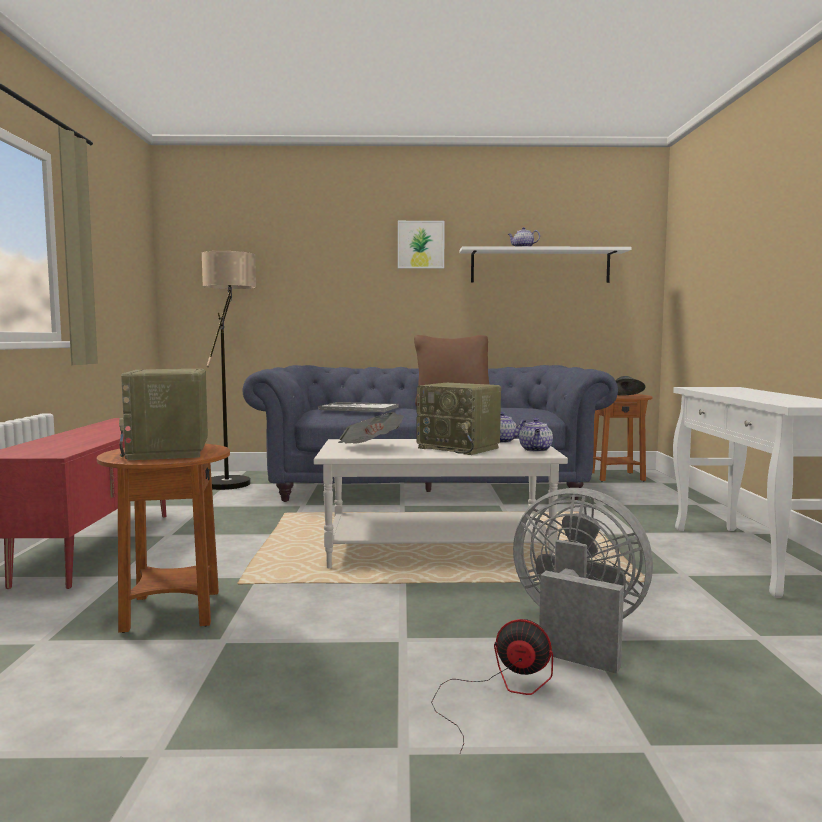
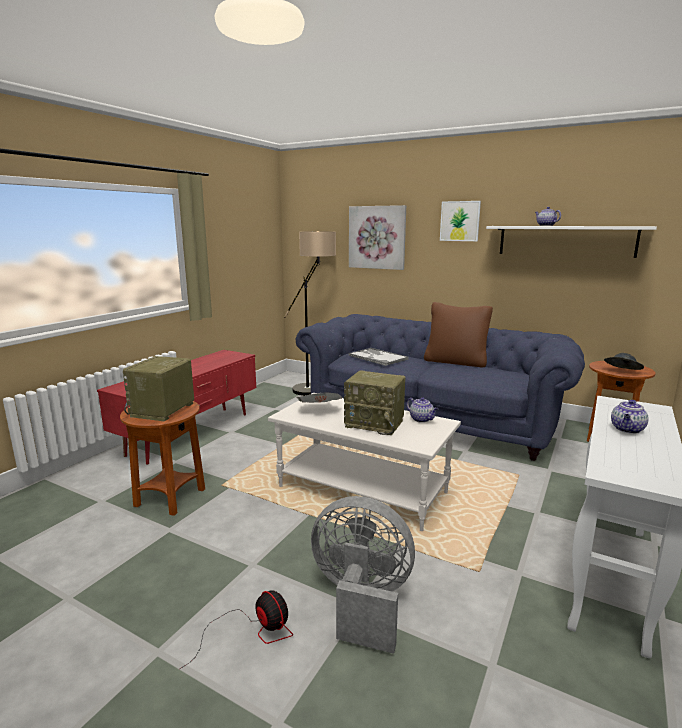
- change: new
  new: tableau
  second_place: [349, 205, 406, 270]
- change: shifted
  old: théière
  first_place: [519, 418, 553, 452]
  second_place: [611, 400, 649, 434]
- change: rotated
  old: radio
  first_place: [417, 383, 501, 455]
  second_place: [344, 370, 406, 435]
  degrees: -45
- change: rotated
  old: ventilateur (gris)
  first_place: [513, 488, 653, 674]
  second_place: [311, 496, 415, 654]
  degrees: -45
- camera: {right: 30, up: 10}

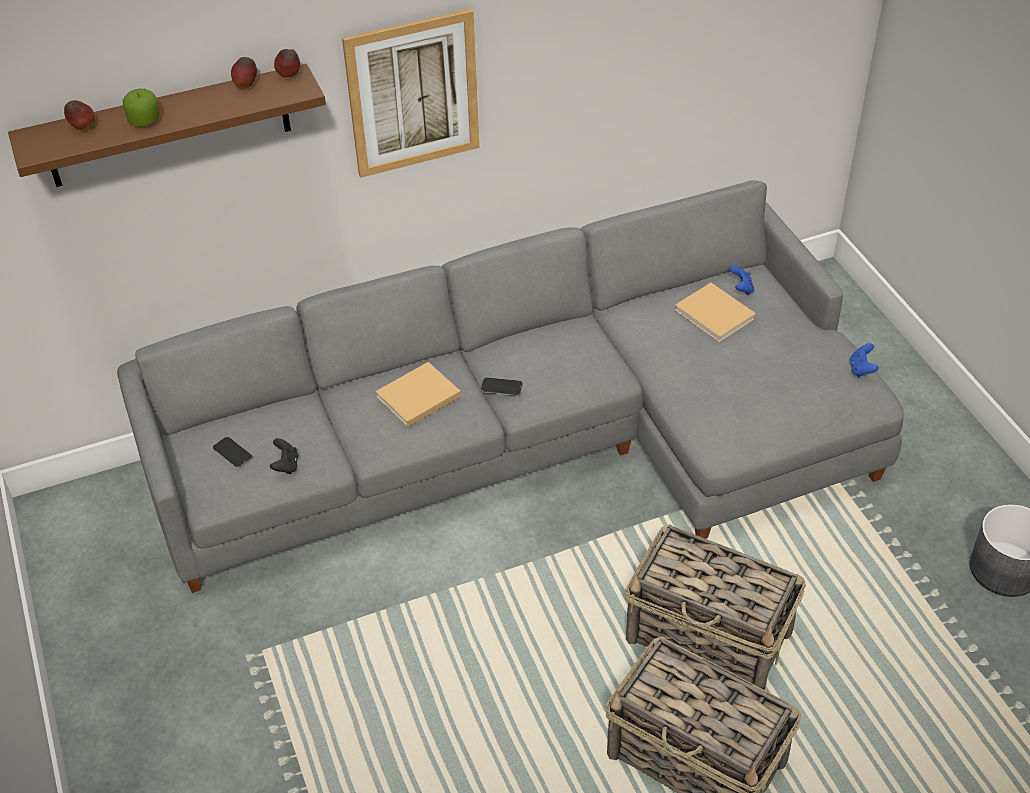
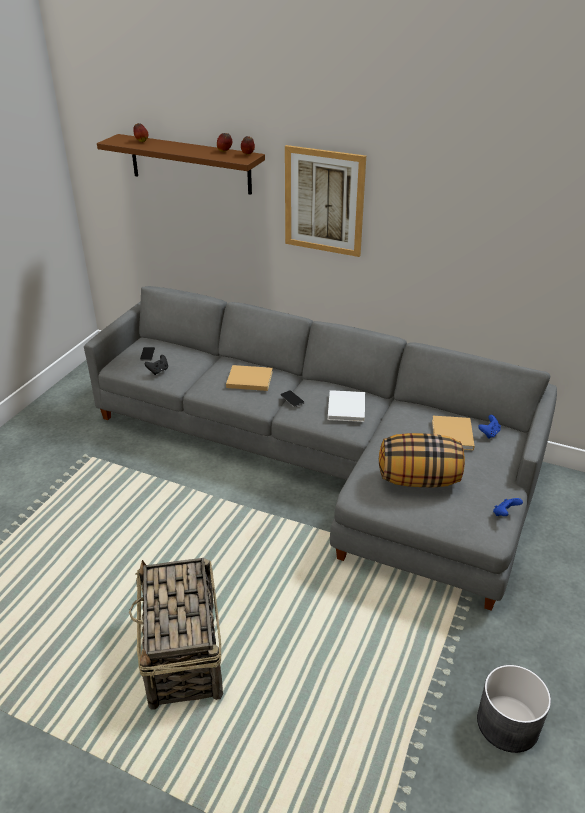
- change: gone
  old: pomme
  first_place: [123, 88, 160, 127]
- change: gone
  old: panier
  first_place: [625, 524, 806, 690]
- change: new
  new: livre (blanc)
  second_place: [328, 390, 365, 422]
- change: new
  new: coussin
  second_place: [379, 433, 465, 487]
- camera: {right: 45, up: -10}

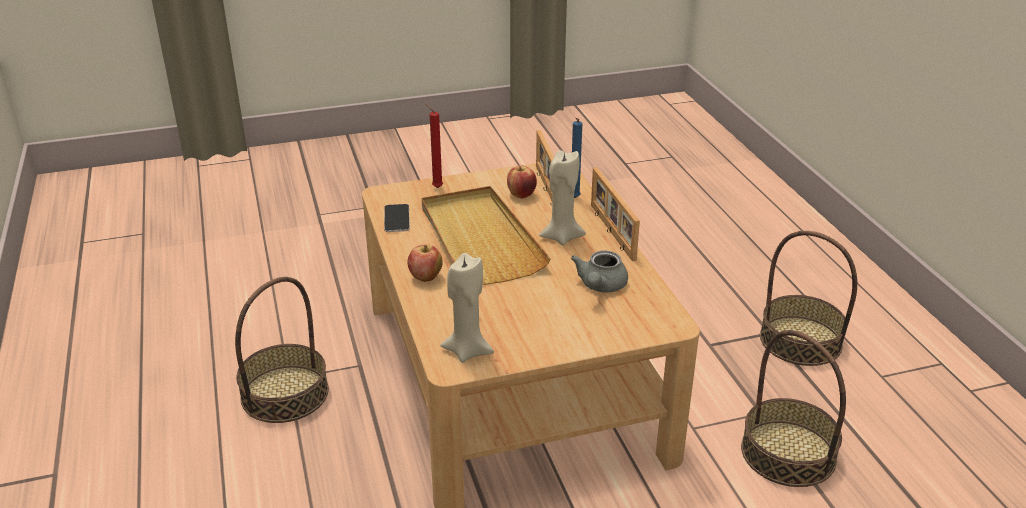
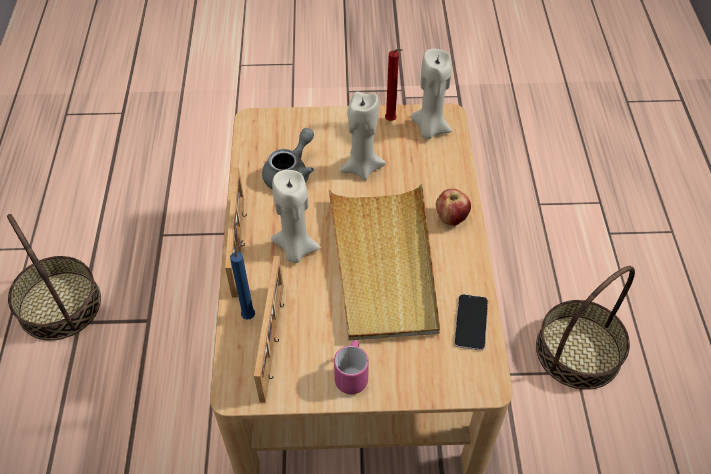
- change: gone
  old: pomme
  first_place: [507, 165, 537, 199]
- change: gone
  old: panier
  first_place: [741, 330, 846, 487]
- change: new
  new: mug (rose)
  second_place: [334, 340, 369, 395]
- change: new
  new: bougie (beige)
  second_place: [340, 92, 386, 180]
- change: shifted
  old: bougie (rouge)
  first_place: [425, 103, 443, 188]
  second_place: [385, 49, 403, 121]
- camera: {right: -165, up: 20}

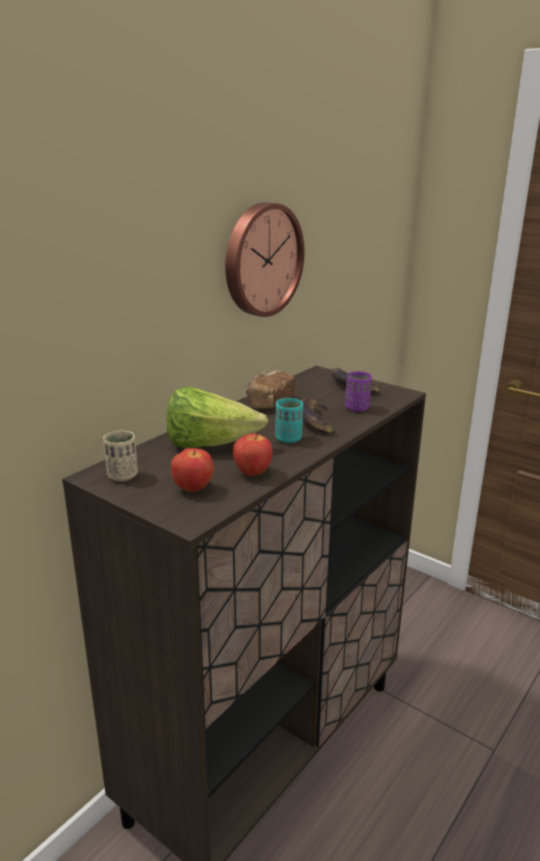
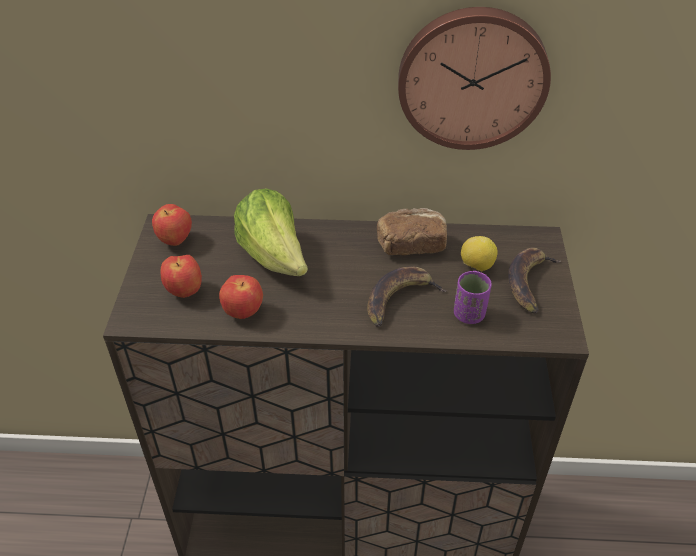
- change: gone
  old: tasse (turquoise)
  first_place: [275, 398, 303, 443]
- change: new
  new: citron
  second_place: [461, 236, 498, 271]
- change: swapped
  old: tasse (beige)
  new: pomme
  first_place: [103, 431, 138, 481]
  second_place: [152, 204, 192, 246]
- camera: {right: 55, up: 20}

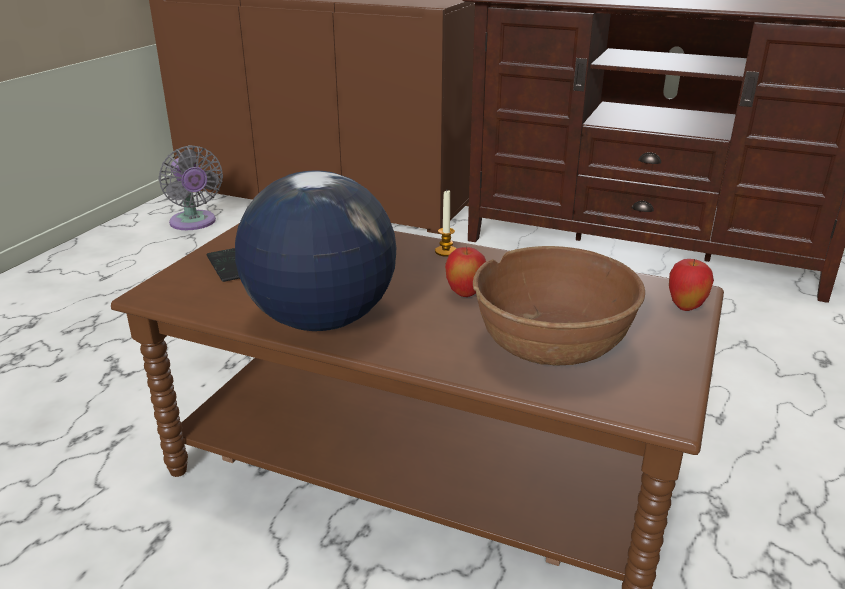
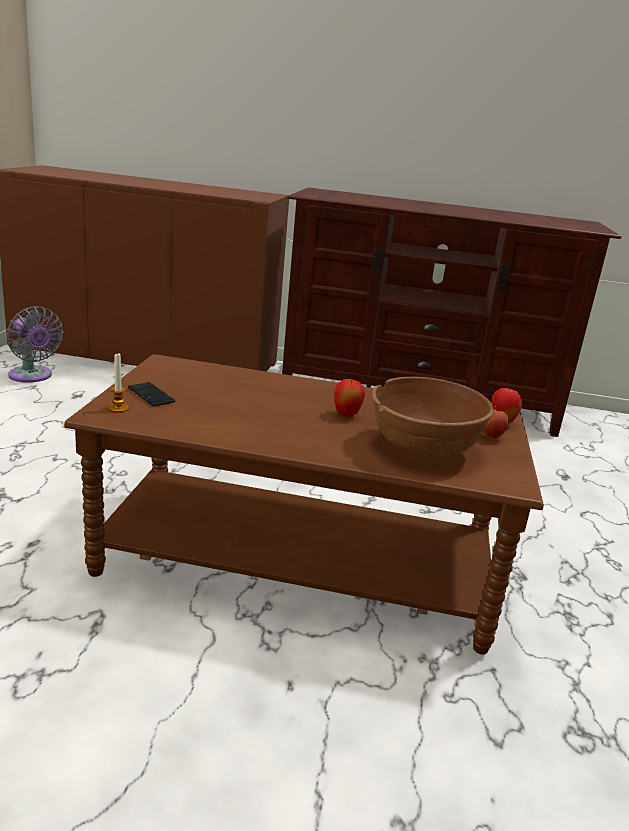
- change: gone
  old: globe
  first_place: [235, 171, 396, 331]
- change: new
  new: pomme
  second_place: [482, 406, 509, 439]
- change: shifted
  old: bougie
  first_place: [435, 191, 456, 257]
  second_place: [108, 352, 129, 413]
- camera: {right: -15, up: -5}

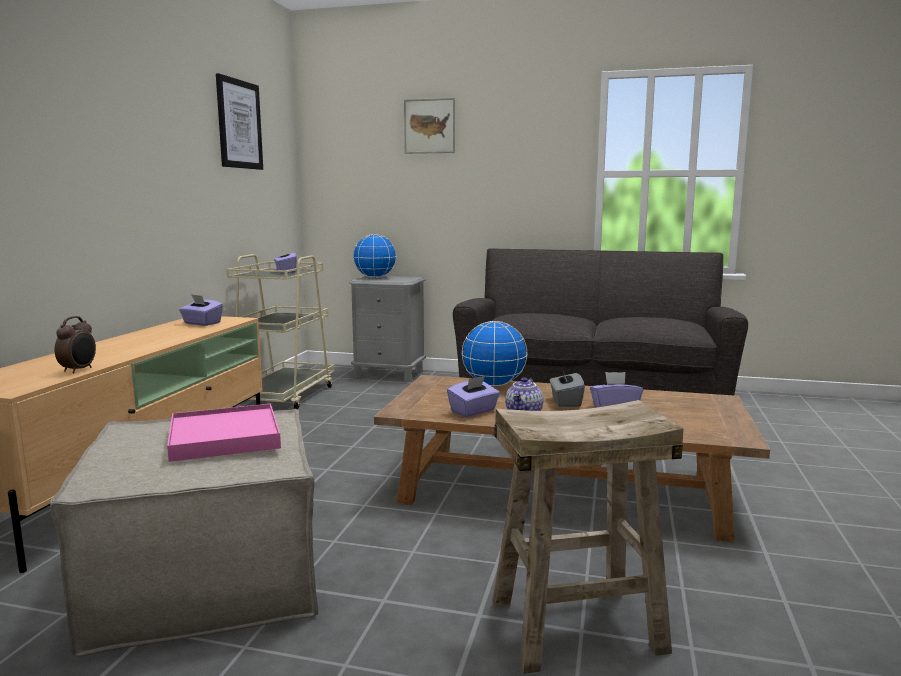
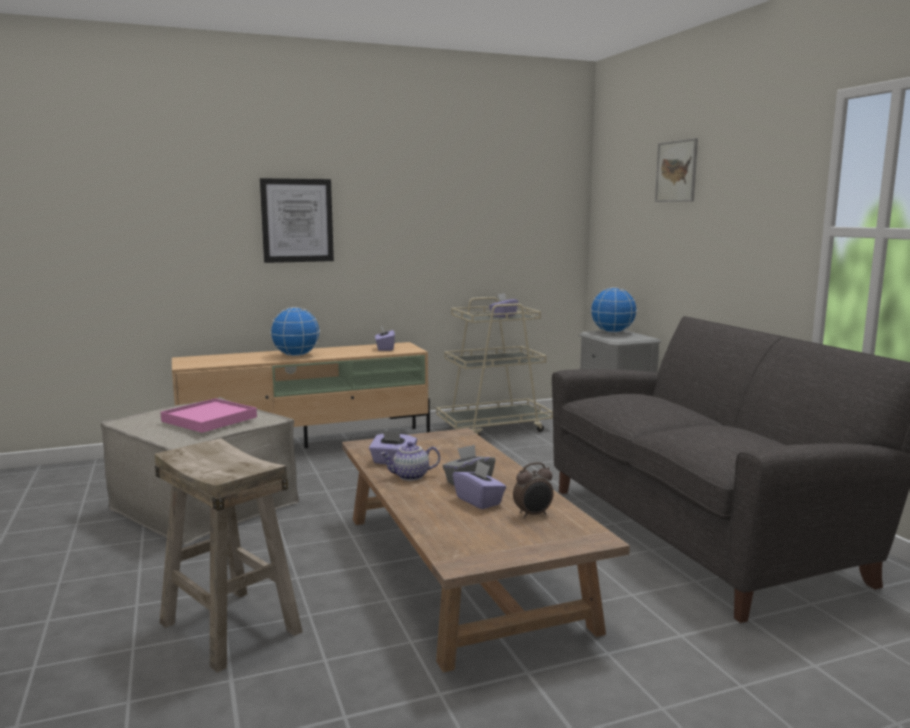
- change: shifted
  old: réveil
  first_place: [54, 316, 96, 373]
  second_place: [513, 462, 553, 518]
- change: shifted
  old: tableau
  first_place: [216, 73, 263, 170]
  second_place: [260, 178, 334, 263]
- change: shifted
  old: globe
  first_place: [462, 321, 527, 386]
  second_place: [270, 307, 320, 356]
- camera: {right: 55, up: 0}

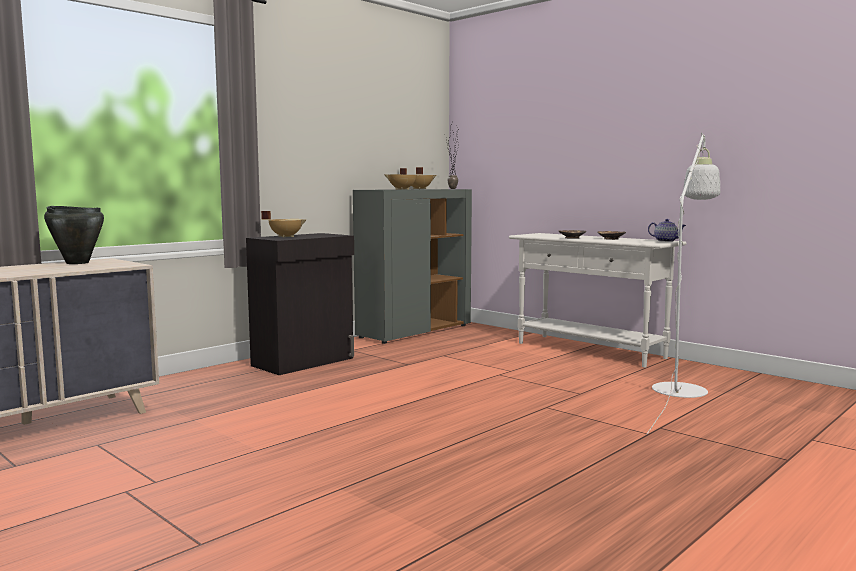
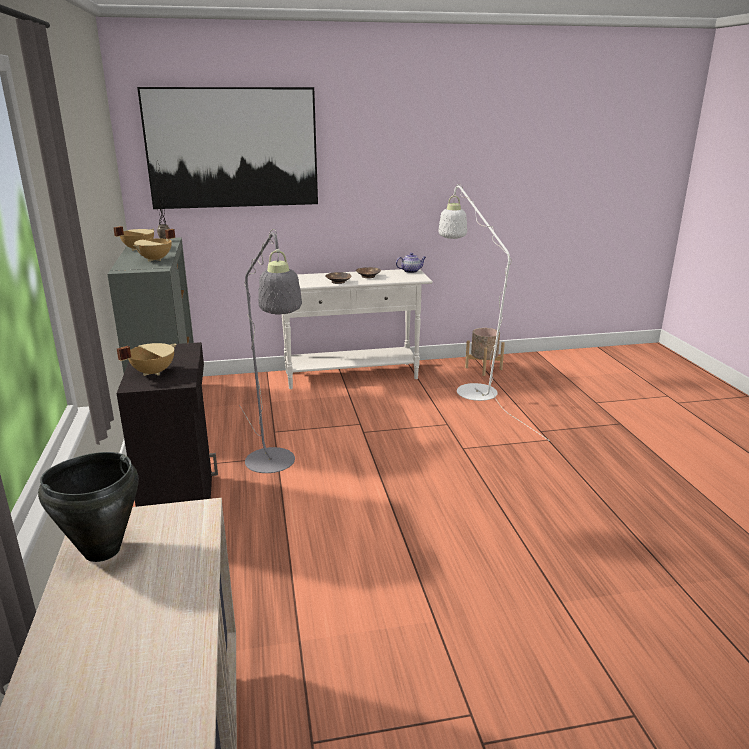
- change: new
  new: tableau
  second_place: [137, 87, 318, 209]
- change: new
  new: lampadaire (gris)
  second_place: [239, 229, 302, 473]
- change: new
  new: cache-pot (beige)
  second_place: [465, 328, 505, 376]
- camera: {right: -55, up: 15}

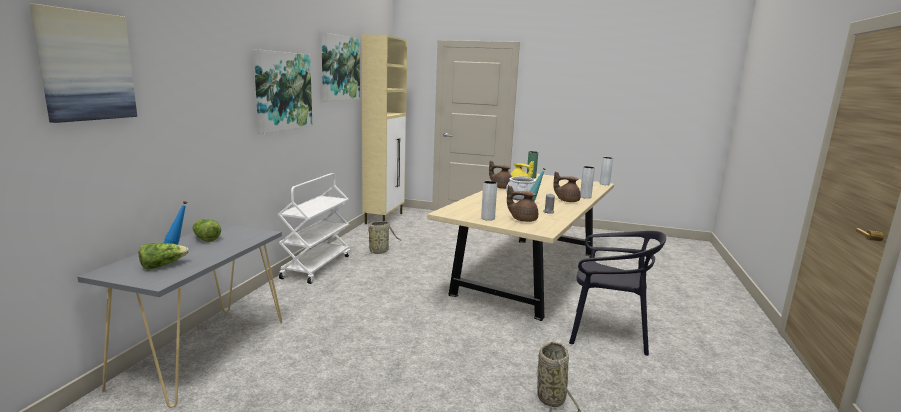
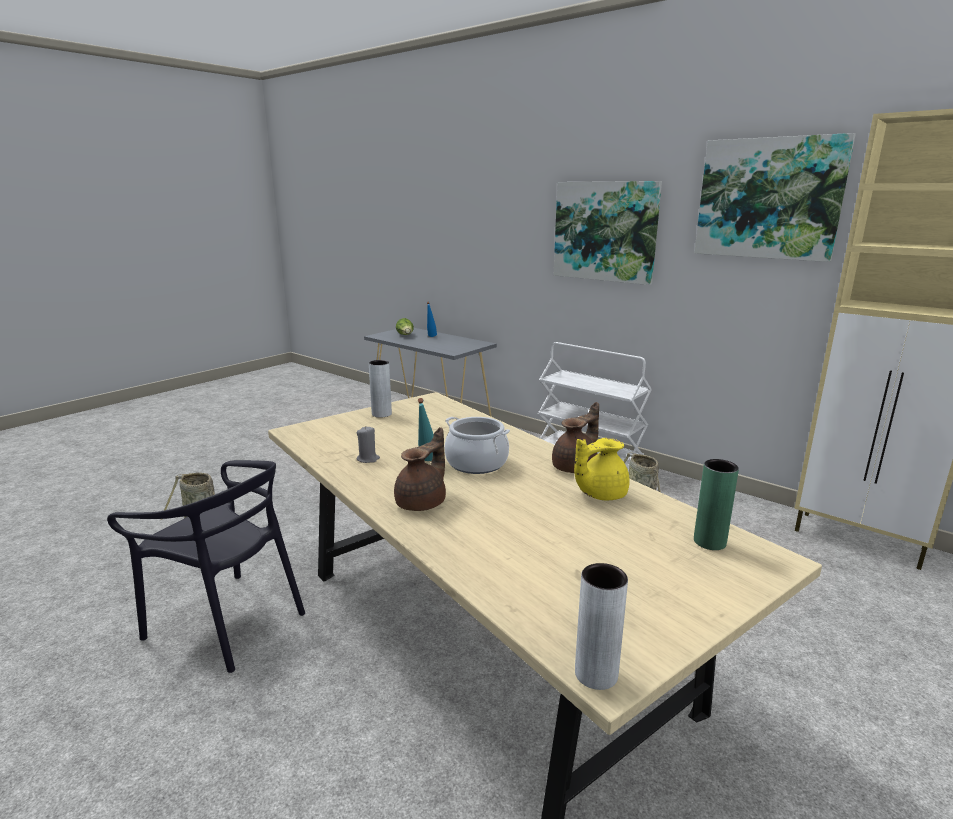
- change: gone
  old: tableau
  first_place: [30, 4, 137, 123]
- change: gone
  old: laitue
  first_place: [192, 219, 221, 242]
- change: gone
  old: théière (marron)
  first_place: [507, 185, 538, 222]
- change: gone
  old: vase (gris)
  first_place: [580, 166, 595, 199]
- change: rotated
  old: chaise (noir)
  first_place: [569, 231, 666, 356]
  second_place: [107, 460, 305, 673]
  degrees: -105
- camera: {right: 115, up: 5}

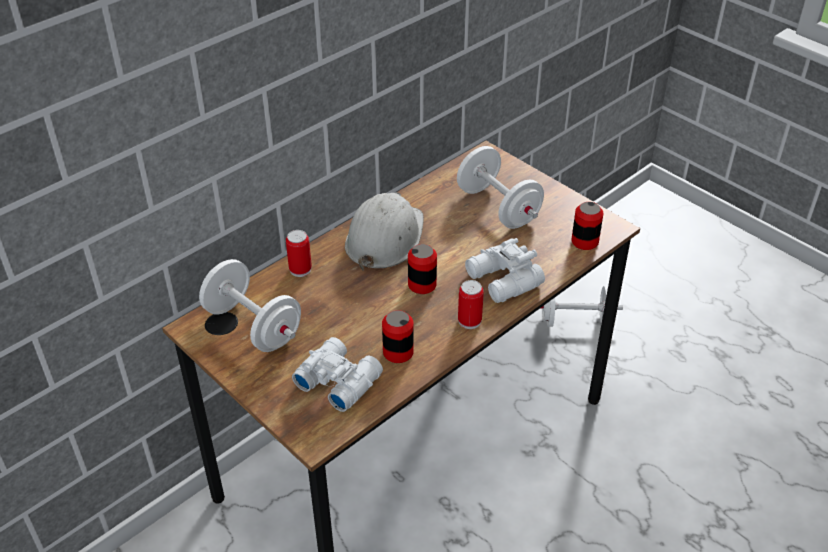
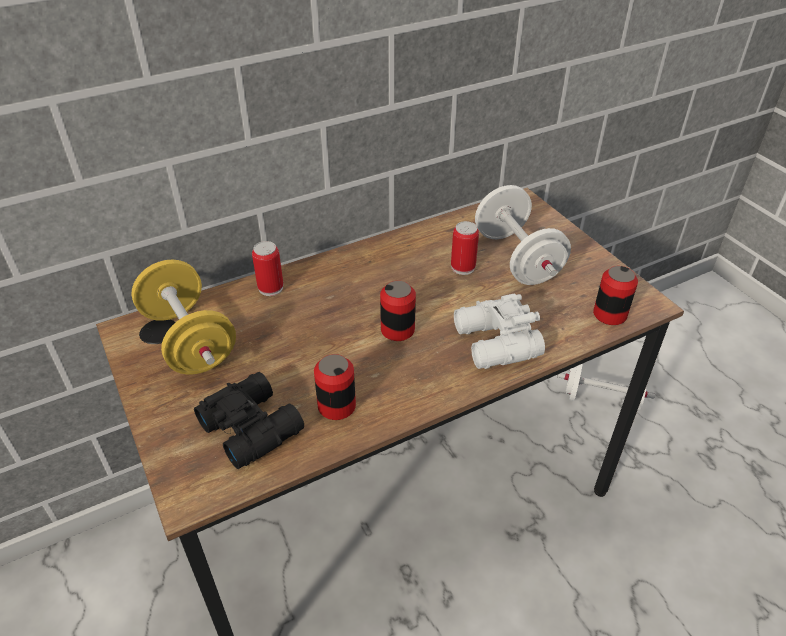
- change: gone
  old: casque de chantier (blanc)
  first_place: [345, 192, 424, 271]
- change: shifted
  old: boîte métallique
  first_place: [458, 280, 484, 329]
  second_place: [451, 221, 479, 275]
- change: repainted
  old: haltère (blanc)
  new: haltère (jaune)
  first_place: [199, 259, 301, 352]
  second_place: [132, 260, 236, 375]
- change: repainted
  old: jumelles (blanc)
  new: jumelles (noir)
  first_place: [292, 337, 383, 412]
  second_place: [194, 372, 304, 469]
- camera: {right: 15, up: 0}

